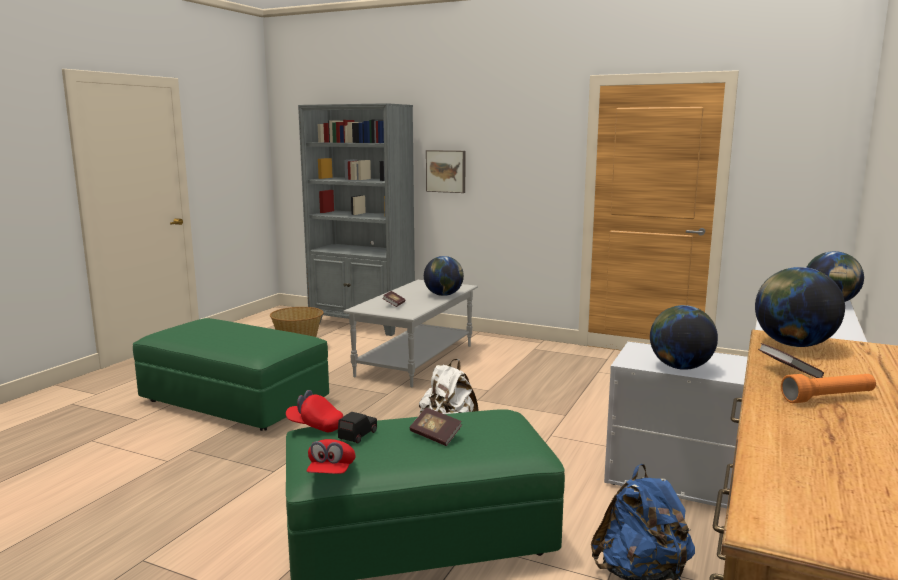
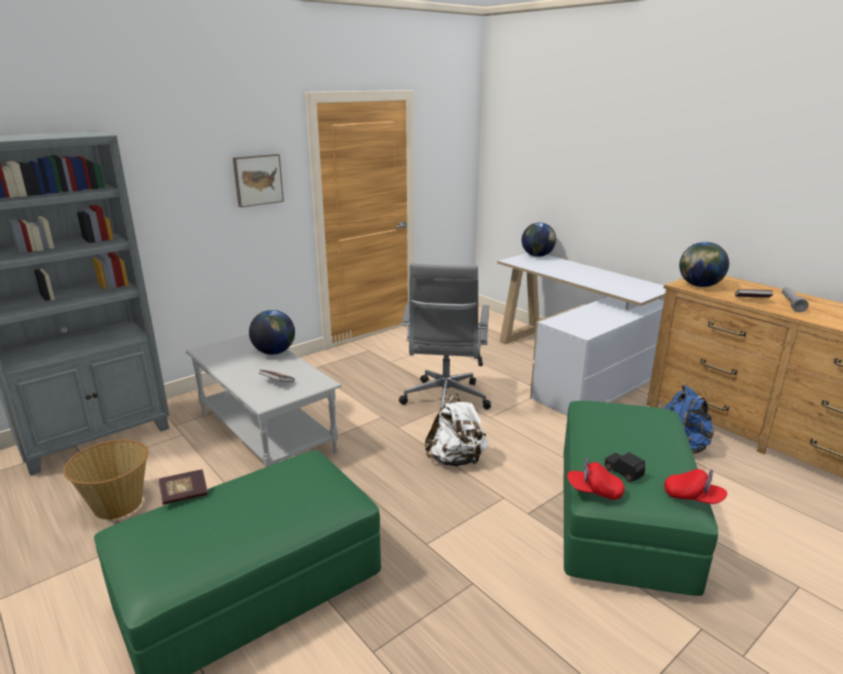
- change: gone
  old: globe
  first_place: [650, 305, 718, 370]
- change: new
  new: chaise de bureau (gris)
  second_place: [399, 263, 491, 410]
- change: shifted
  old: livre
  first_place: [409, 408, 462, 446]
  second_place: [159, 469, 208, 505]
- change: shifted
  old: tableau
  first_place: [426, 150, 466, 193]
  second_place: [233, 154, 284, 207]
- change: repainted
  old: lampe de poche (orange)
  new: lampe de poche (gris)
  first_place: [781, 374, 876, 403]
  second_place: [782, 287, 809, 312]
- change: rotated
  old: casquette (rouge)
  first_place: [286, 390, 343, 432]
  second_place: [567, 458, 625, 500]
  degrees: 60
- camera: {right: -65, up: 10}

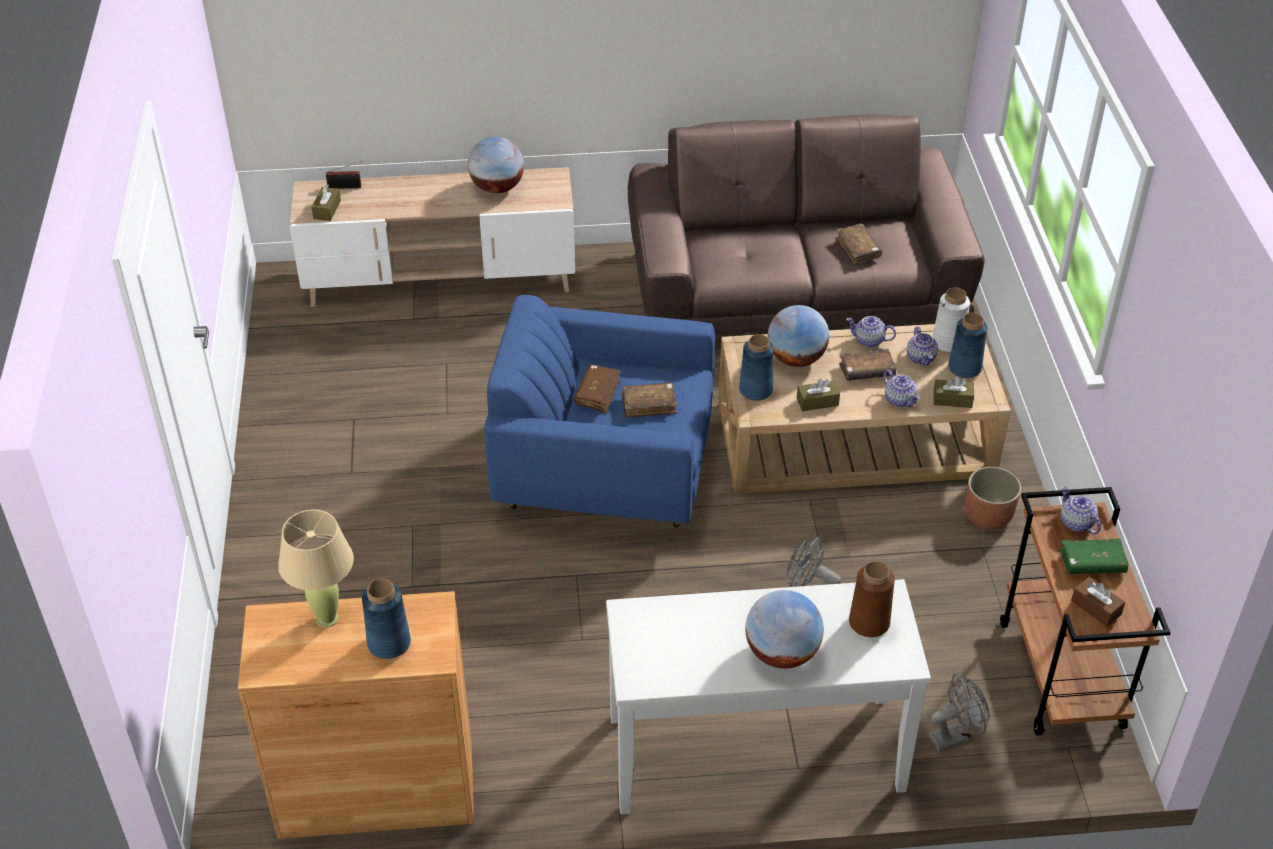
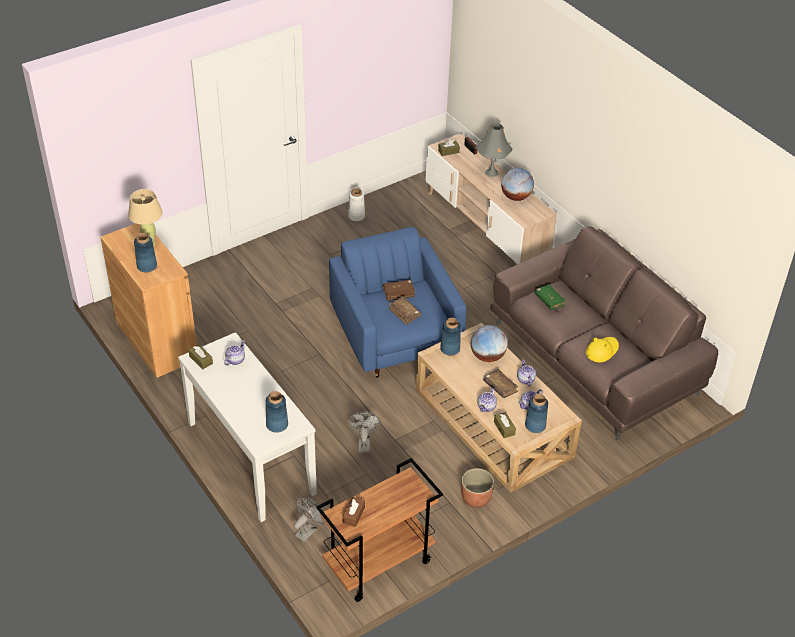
- change: gone
  old: globe
  first_place: [745, 590, 824, 669]
- change: new
  new: lampe de table (gris)
  second_place: [476, 123, 513, 177]
- change: shifted
  old: boîte à mouchoirs (marron)
  first_place: [797, 379, 840, 411]
  second_place: [189, 344, 213, 369]
- change: shifted
  old: vase (blanc)
  first_place: [932, 287, 970, 352]
  second_place: [348, 188, 365, 221]
- change: shifted
  old: livre (vert)
  first_place: [1060, 538, 1129, 574]
  second_place: [534, 284, 566, 310]
- change: shifted
  old: théière
  first_place: [1061, 486, 1101, 534]
  second_place: [224, 341, 245, 366]
- change: swapped
  old: livre (marron)
  new: chapeau (jaune)
  first_place: [835, 224, 882, 266]
  second_place: [586, 337, 619, 362]
- change: repainted
  old: vase (marron)
  new: vase (bleu)
  first_place: [849, 561, 895, 637]
  second_place: [266, 391, 288, 433]
- change: rotated
  old: ventilateur (gris)
  first_place: [928, 674, 990, 752]
  second_place: [294, 498, 325, 543]
  degrees: -90
- camera: {right: 60, up: 0}

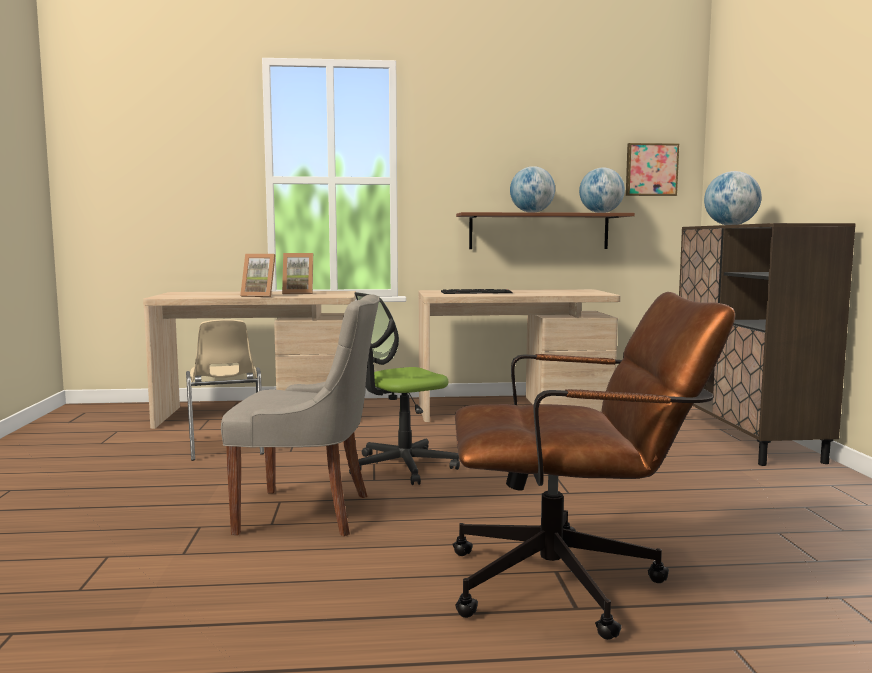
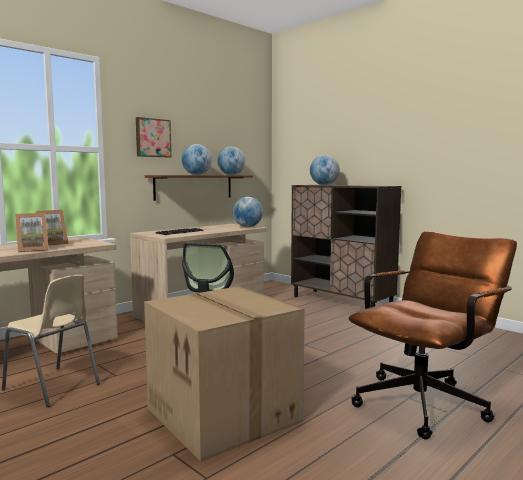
- change: new
  new: globe
  second_place: [233, 197, 263, 227]
- change: shifted
  old: tableau
  first_place: [626, 143, 679, 196]
  second_place: [136, 117, 172, 157]
- change: swapped
  old: chaise (gris)
  new: carton
  first_place: [221, 294, 380, 536]
  second_place: [144, 286, 305, 462]
- camera: {right: -40, up: 0}

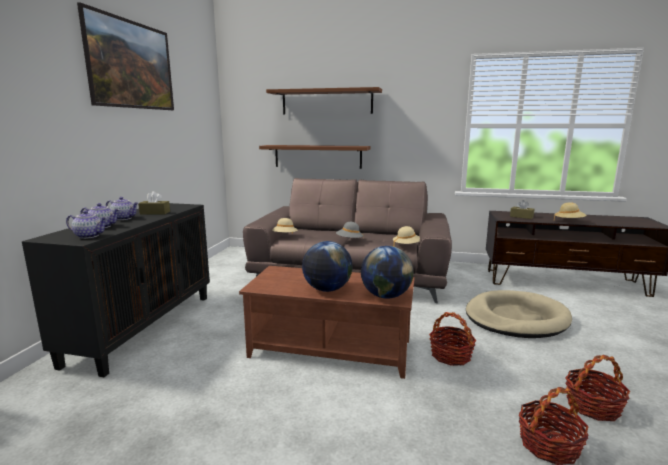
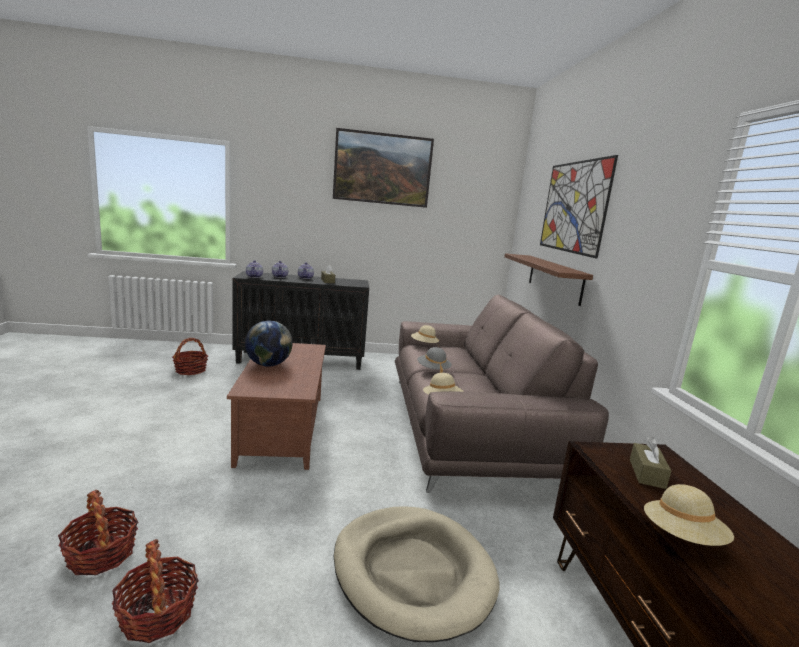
- change: gone
  old: globe
  first_place: [361, 246, 414, 299]
- change: shifted
  old: panier
  first_place: [429, 312, 477, 366]
  second_place: [172, 338, 208, 375]
- change: swapped
  old: étagère (marron)
  new: tableau
  first_place: [266, 87, 382, 114]
  second_place: [540, 155, 618, 259]
- camera: {right: 70, up: 0}

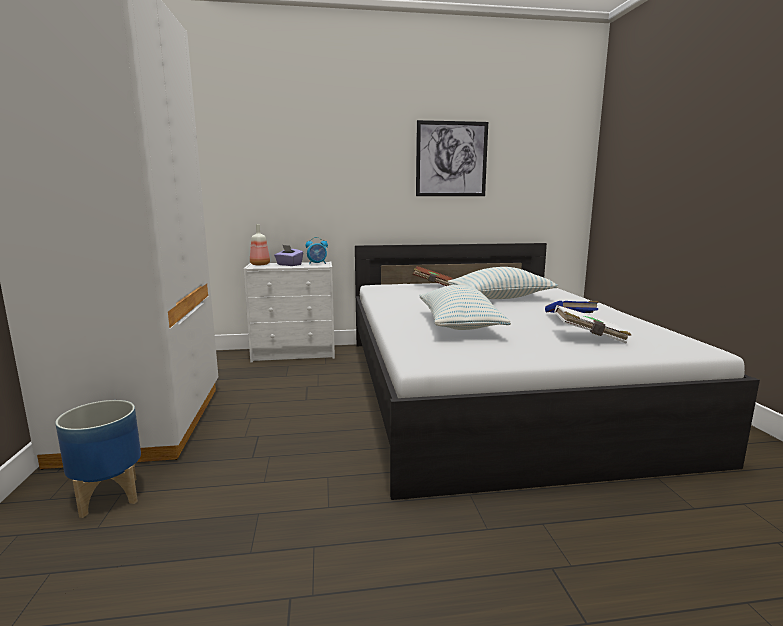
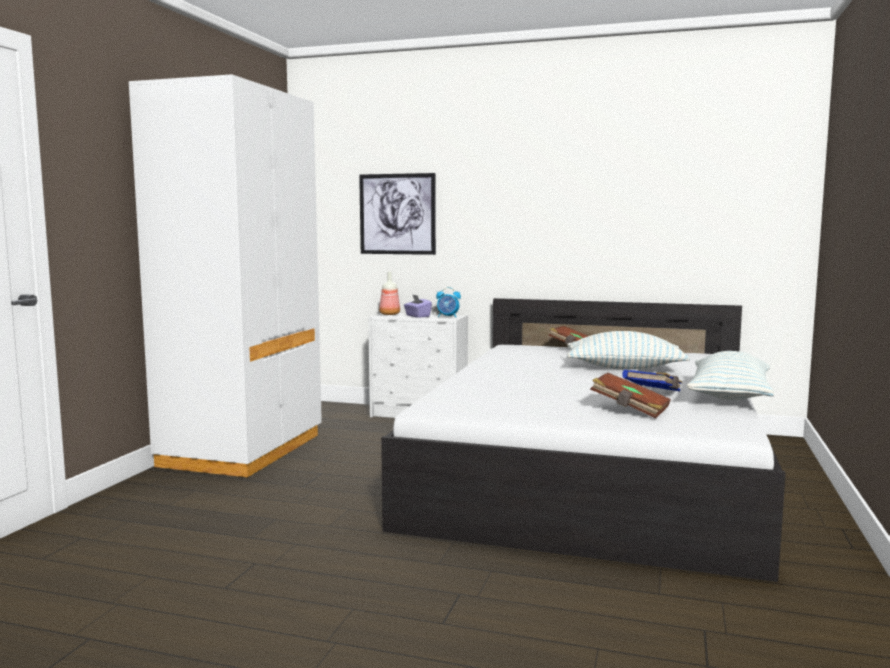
- change: gone
  old: cache-pot
  first_place: [55, 400, 141, 518]
- change: shifted
  old: tableau
  first_place: [416, 120, 488, 196]
  second_place: [359, 173, 436, 255]
- change: shifted
  old: coussin
  first_place: [419, 285, 511, 330]
  second_place: [687, 351, 774, 400]
- change: repainted
  old: livre (blanc)
  new: livre (marron)
  first_place: [554, 305, 631, 343]
  second_place: [590, 372, 671, 419]
- camera: {right: 25, up: -5}

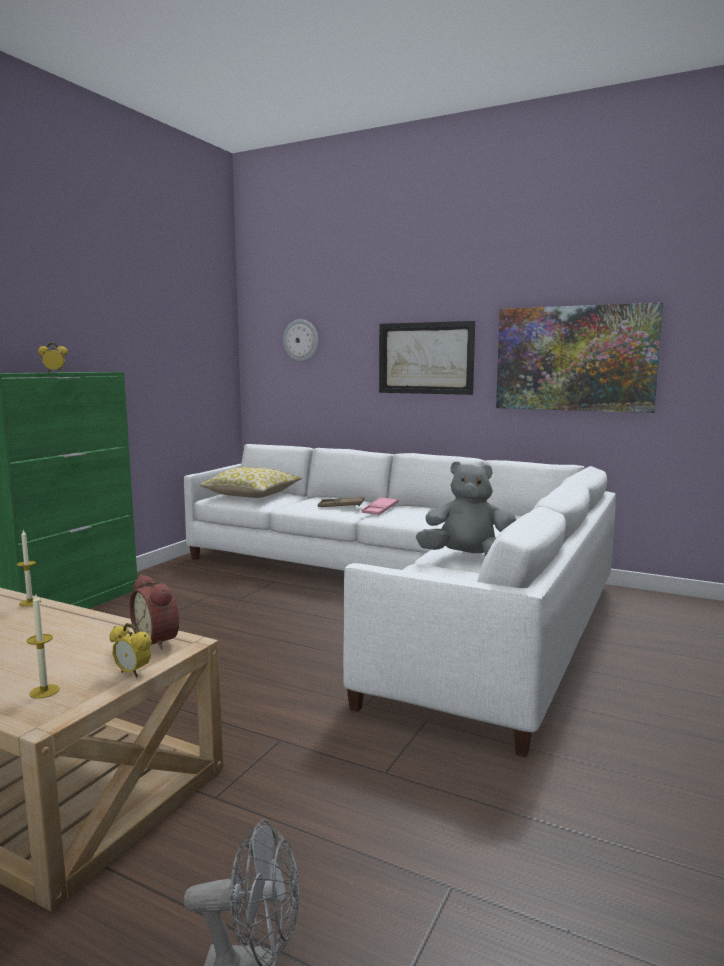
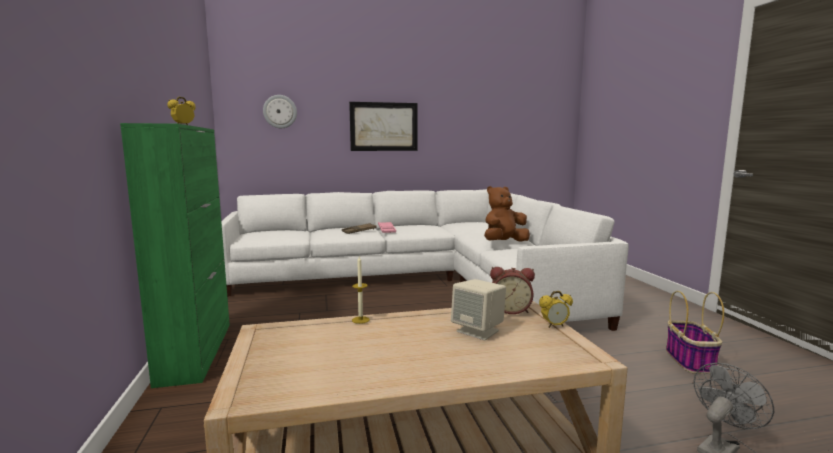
- change: gone
  old: bougie
  first_place: [26, 593, 60, 699]
- change: gone
  old: coussin
  first_place: [199, 467, 302, 498]
- change: gone
  old: tableau
  first_place: [496, 302, 663, 413]
- change: new
  new: enceinte (beige)
  second_place: [451, 279, 506, 340]
- change: new
  new: panier
  second_place: [666, 291, 724, 374]
- change: repainted
  old: peluche (gris)
  new: peluche (marron)
  first_place: [416, 461, 516, 556]
  second_place: [484, 186, 530, 242]
- camera: {right: -40, up: 0}

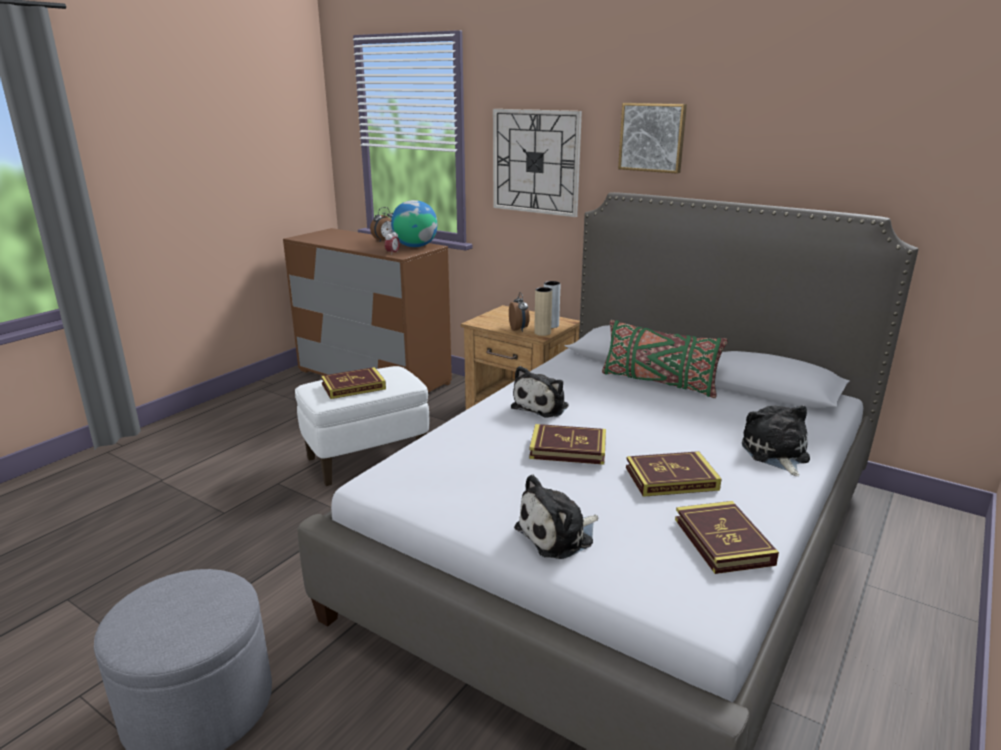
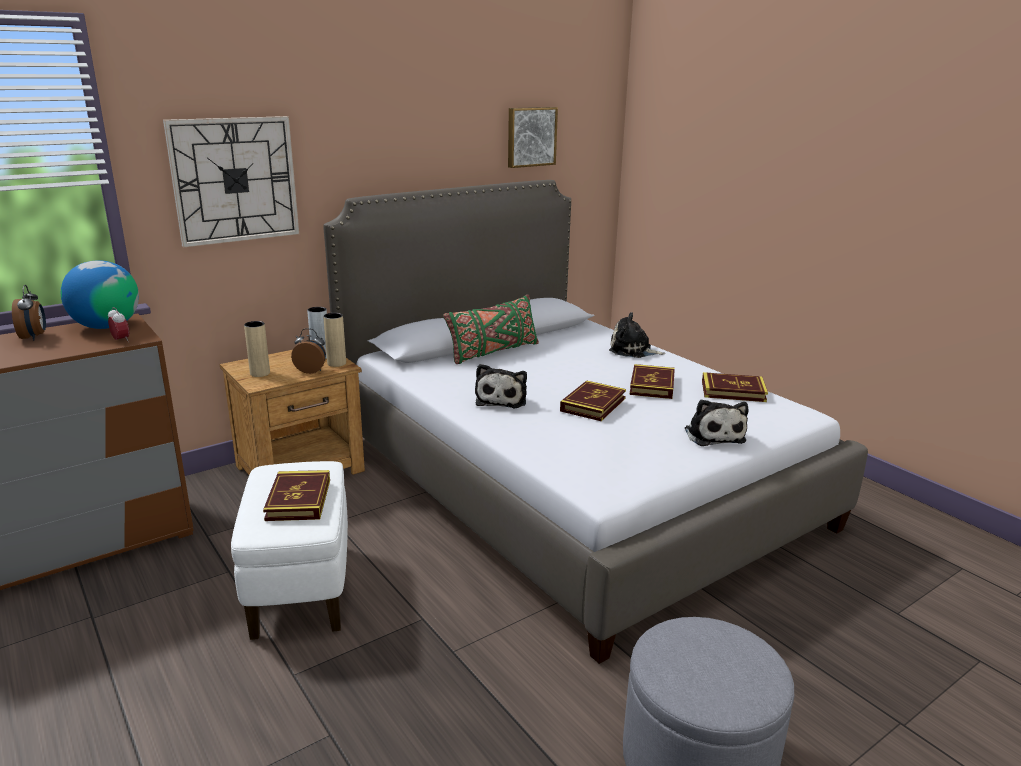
- change: new
  new: vase (beige)
  second_place: [244, 321, 270, 377]
- change: shifted
  old: tableau
  first_place: [618, 103, 687, 174]
  second_place: [508, 107, 558, 168]
- change: rotated
  old: peluche
  first_place: [511, 366, 569, 418]
  second_place: [475, 364, 527, 408]
  degrees: 45
- camera: {right: -70, up: 0}

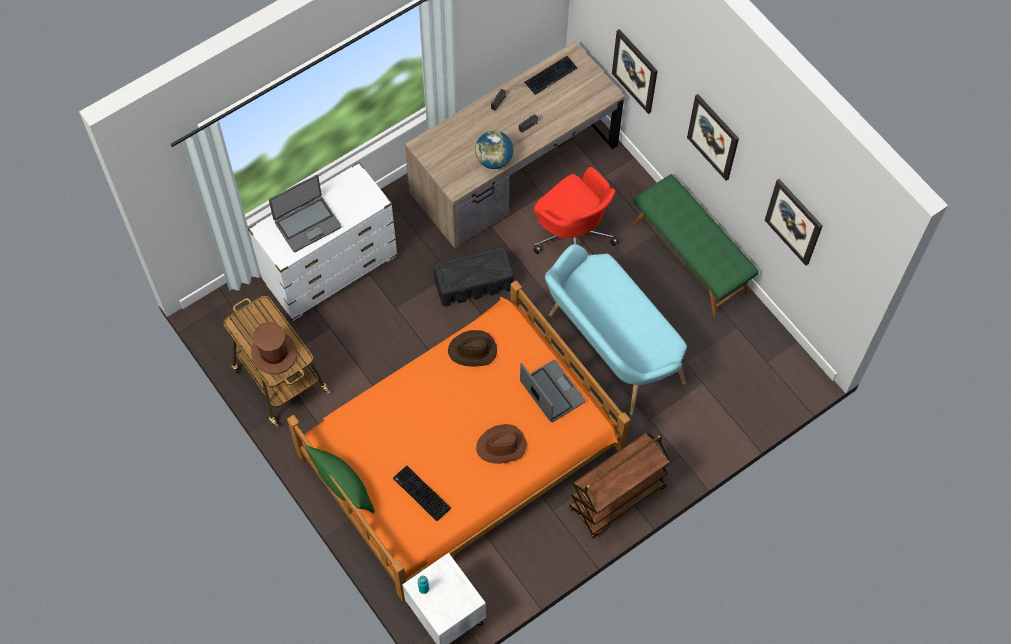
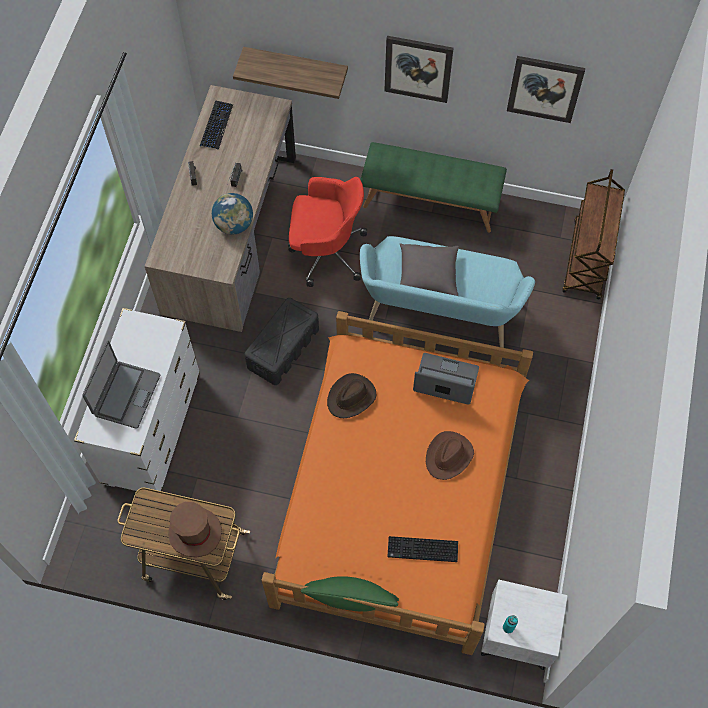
- change: new
  new: coussin (gris)
  second_place: [400, 243, 459, 296]
- change: shifted
  old: chariot (marron)
  first_place: [569, 432, 671, 538]
  second_place: [562, 169, 625, 299]
- change: swapped
  old: tableau
  new: étagère
  first_place: [612, 29, 658, 114]
  second_place: [233, 47, 348, 99]
- camera: {right: -40, up: 0}

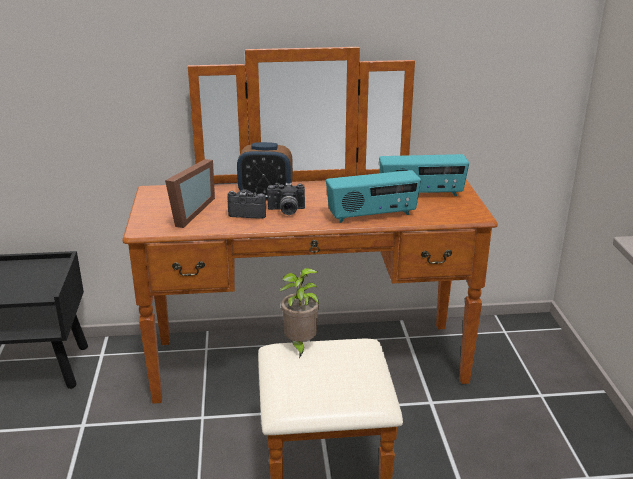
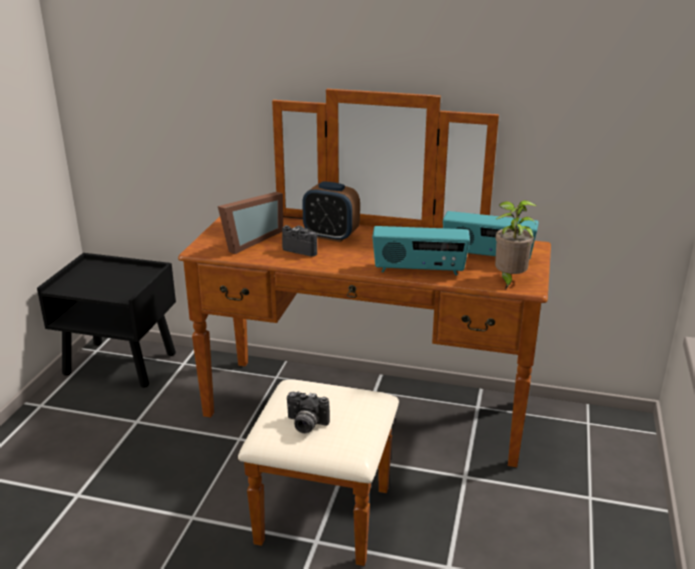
- change: shifted
  old: appareil photo
  first_place: [267, 183, 305, 215]
  second_place: [287, 391, 330, 433]
- change: shifted
  old: plante en pot
  first_place: [279, 268, 319, 358]
  second_place: [495, 200, 537, 289]
- camera: {right: 20, up: 0}

